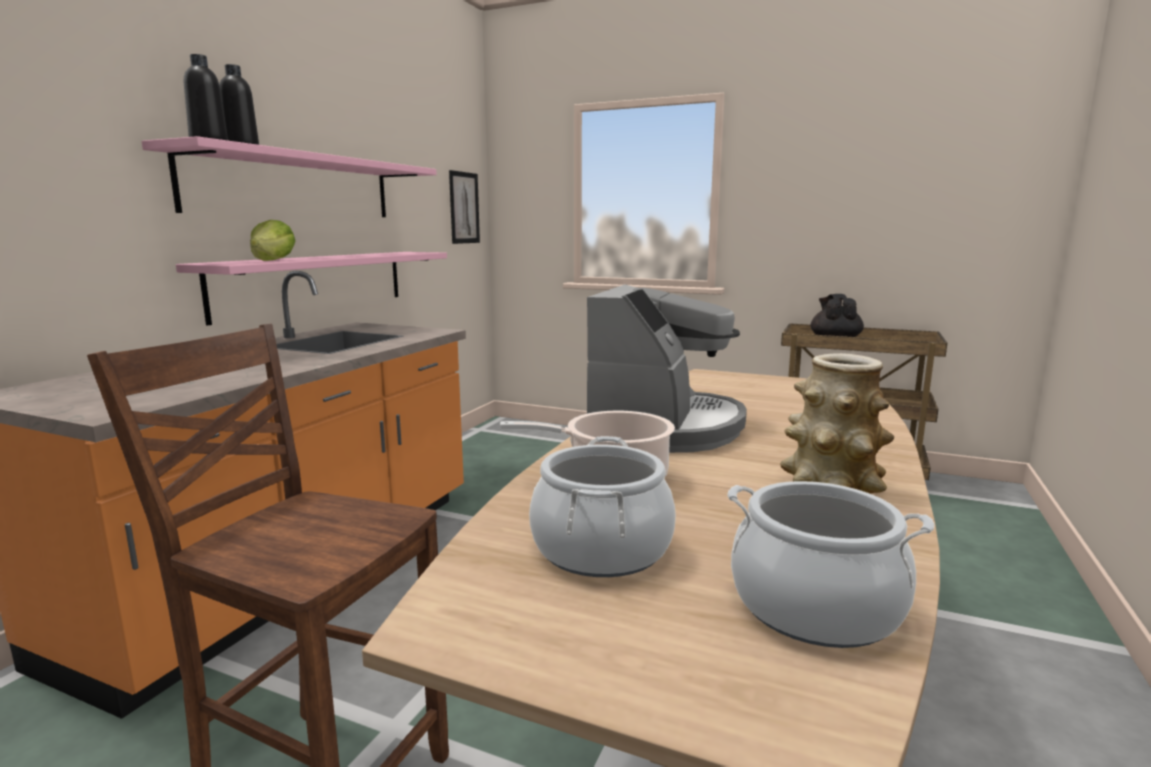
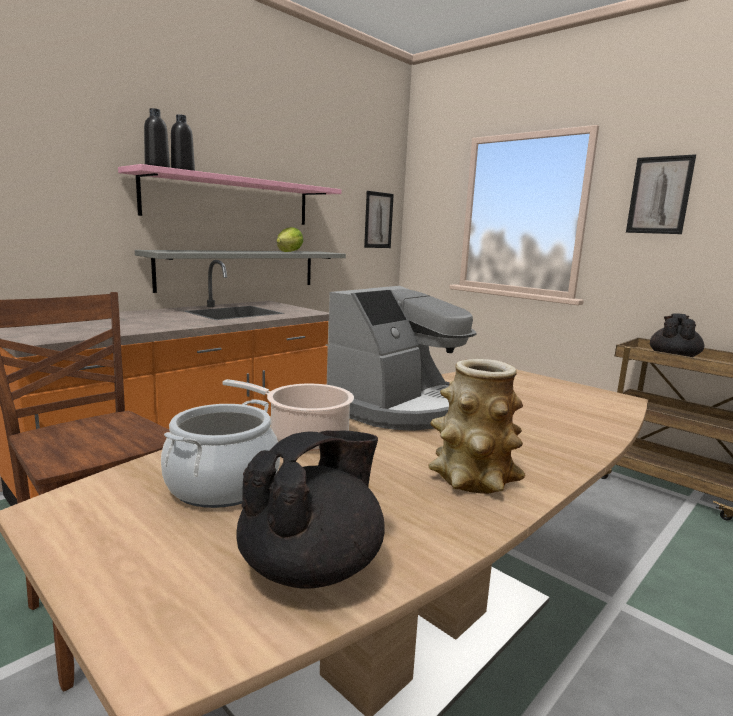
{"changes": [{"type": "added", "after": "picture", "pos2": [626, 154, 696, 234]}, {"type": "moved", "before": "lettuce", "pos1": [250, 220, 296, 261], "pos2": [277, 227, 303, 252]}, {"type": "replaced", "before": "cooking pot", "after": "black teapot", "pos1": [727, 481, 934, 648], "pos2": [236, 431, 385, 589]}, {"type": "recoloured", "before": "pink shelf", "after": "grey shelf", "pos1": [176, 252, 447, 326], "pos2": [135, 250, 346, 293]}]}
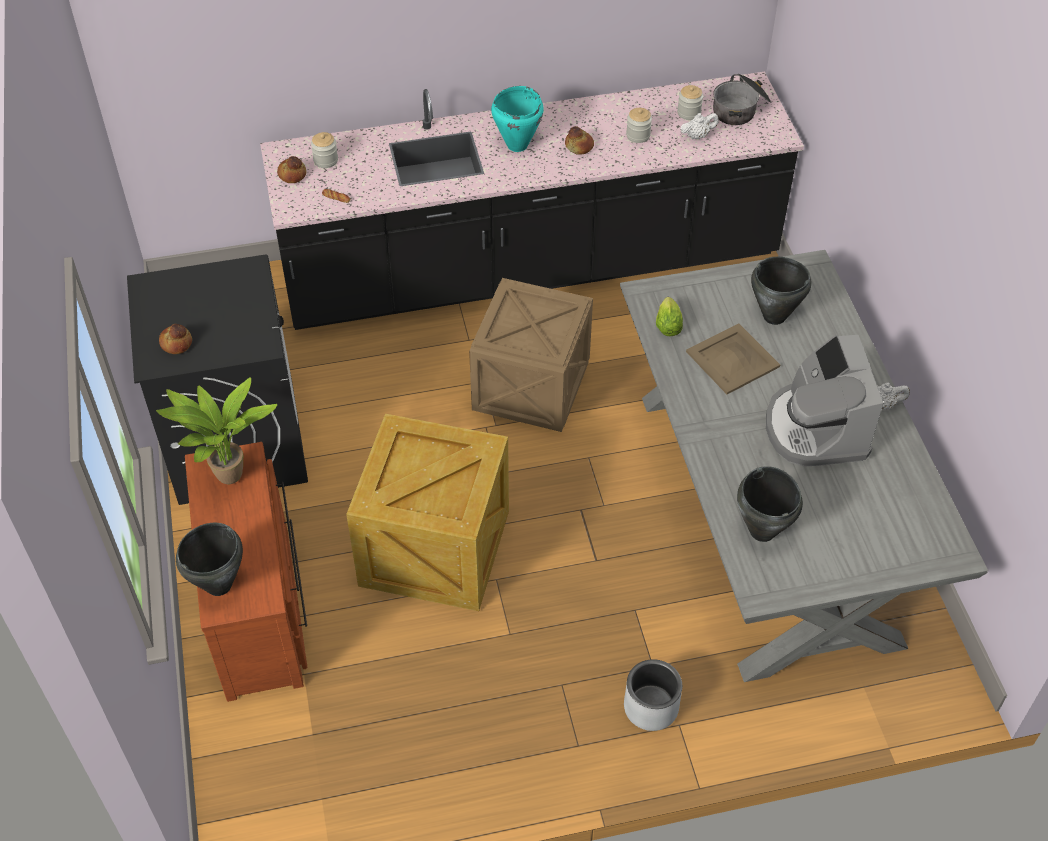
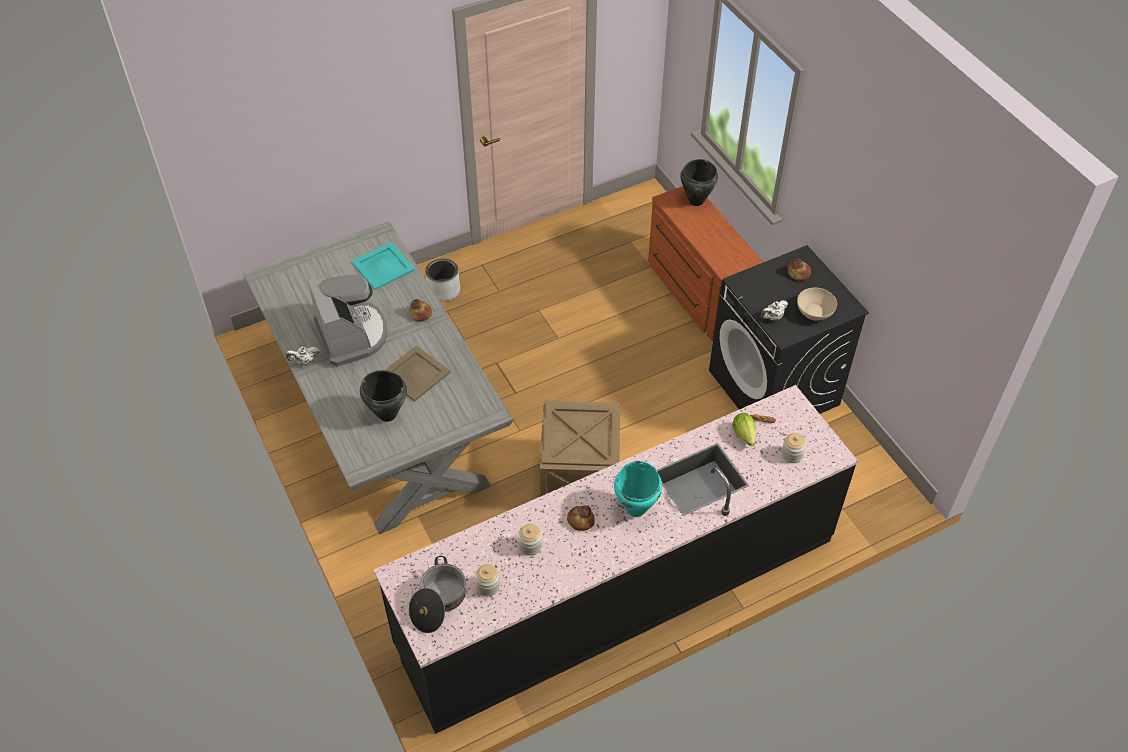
{"changes": [{"type": "removed", "before": "potted plant", "pos1": [156, 377, 277, 484]}, {"type": "removed", "before": "crate", "pos1": [346, 414, 509, 611]}, {"type": "added", "after": "beige bowl", "pos2": [797, 288, 837, 320]}, {"type": "moved", "before": "bread", "pos1": [277, 156, 306, 183], "pos2": [409, 299, 432, 322]}, {"type": "moved", "before": "lettuce", "pos1": [656, 297, 683, 336], "pos2": [732, 413, 756, 446]}, {"type": "moved", "before": "white teapot", "pos1": [680, 113, 719, 140], "pos2": [761, 301, 788, 321]}, {"type": "replaced", "before": "black cooking pot", "after": "turquoise tray", "pos1": [737, 466, 803, 542], "pos2": [351, 242, 415, 290]}]}
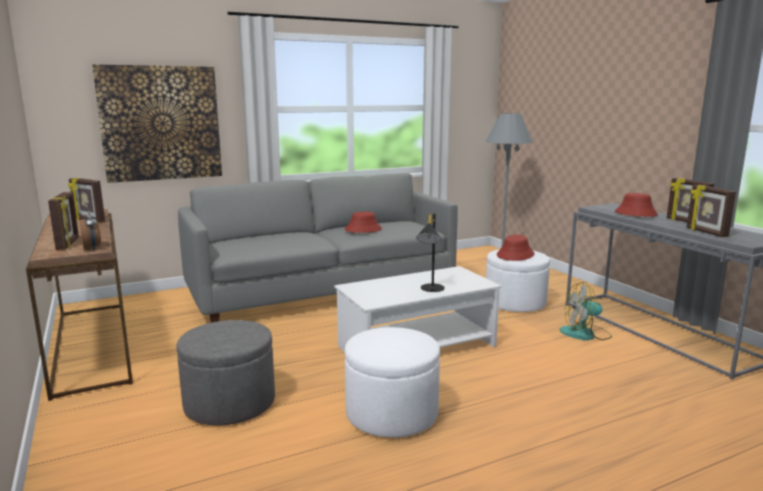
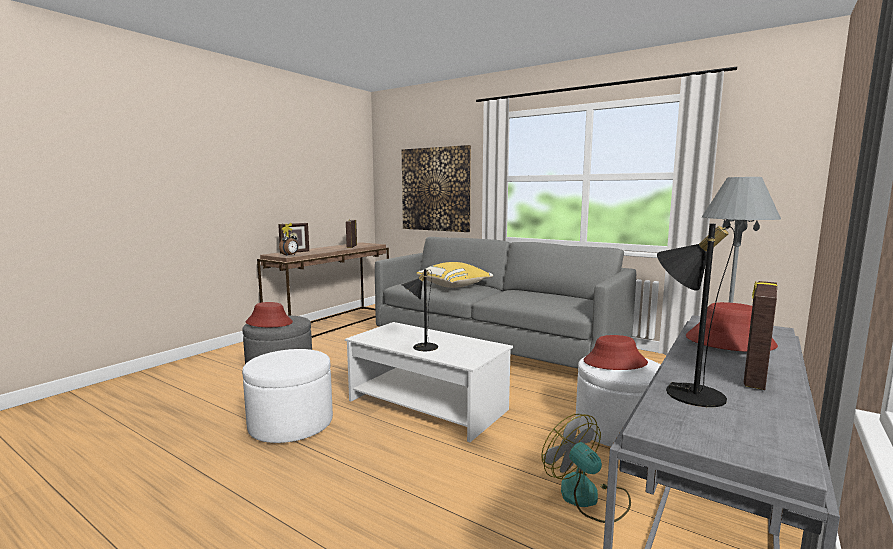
{"changes": [{"type": "added", "after": "yellow pillow", "pos2": [416, 262, 493, 288]}, {"type": "moved", "before": "red hat", "pos1": [344, 212, 382, 233], "pos2": [246, 302, 293, 327]}, {"type": "replaced", "before": "picture frame", "after": "black table lamp", "pos1": [687, 185, 736, 237], "pos2": [657, 223, 735, 407]}]}
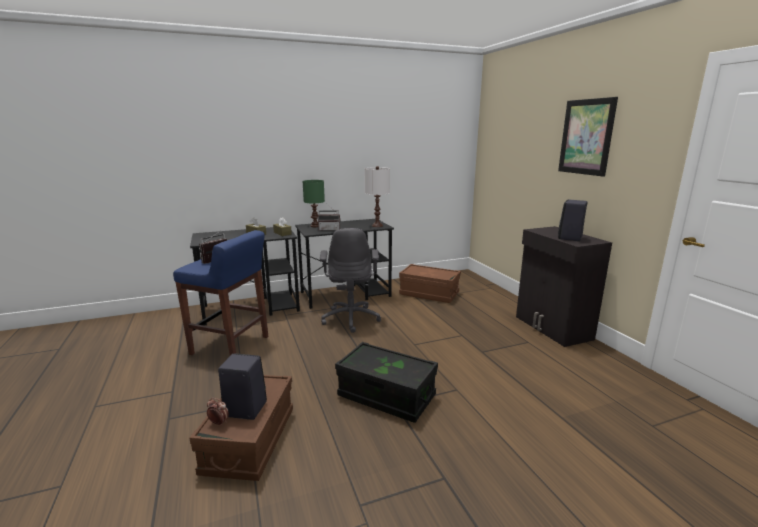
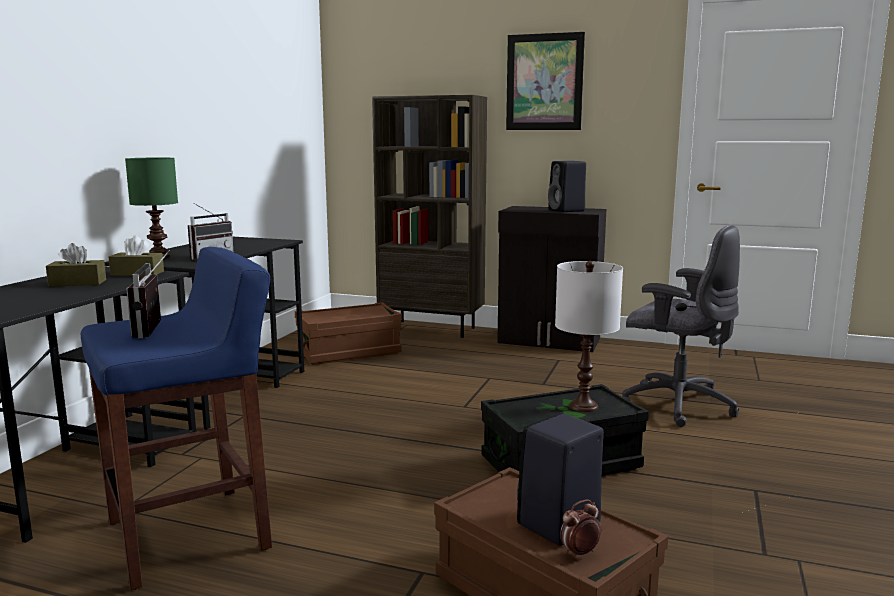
{"changes": [{"type": "added", "after": "brown bookcase", "pos2": [372, 95, 487, 338]}, {"type": "moved", "before": "grey office chair", "pos1": [320, 228, 381, 333], "pos2": [622, 225, 740, 427]}, {"type": "moved", "before": "white table lamp", "pos1": [365, 166, 390, 227], "pos2": [555, 261, 623, 412]}]}
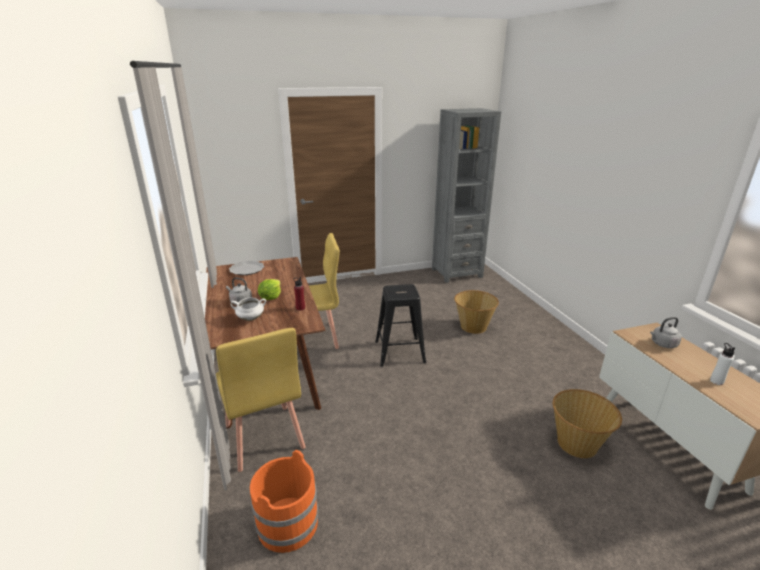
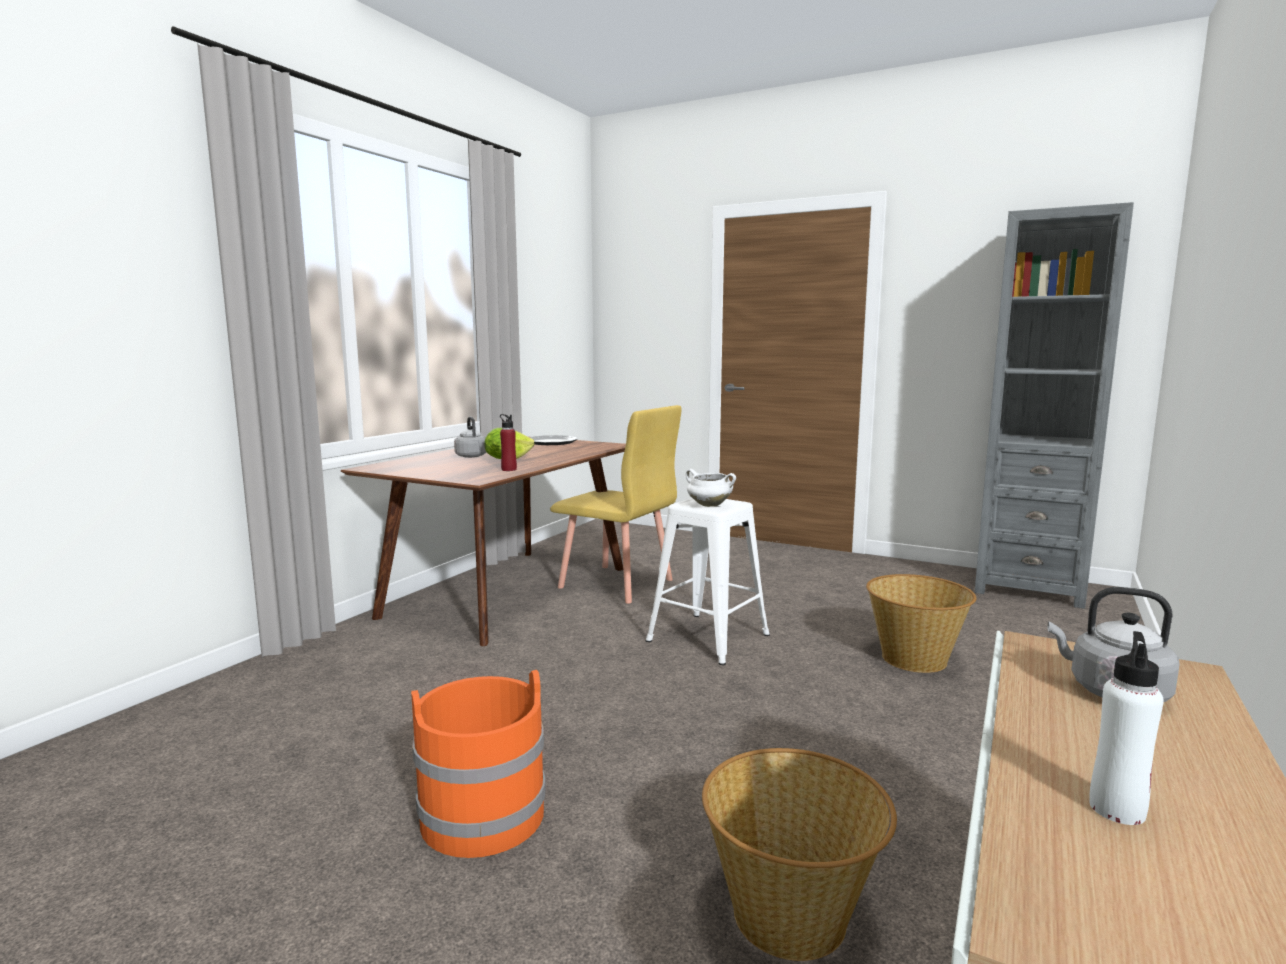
{"changes": [{"type": "removed", "before": "yellow chair", "pos1": [216, 328, 306, 472]}, {"type": "moved", "before": "white cooking pot", "pos1": [230, 297, 266, 321], "pos2": [686, 469, 736, 507]}, {"type": "moved", "before": "orange bucket", "pos1": [250, 450, 318, 553], "pos2": [411, 670, 546, 858]}, {"type": "recoloured", "before": "black stool", "after": "white stool", "pos1": [375, 284, 427, 367], "pos2": [646, 498, 770, 665]}]}
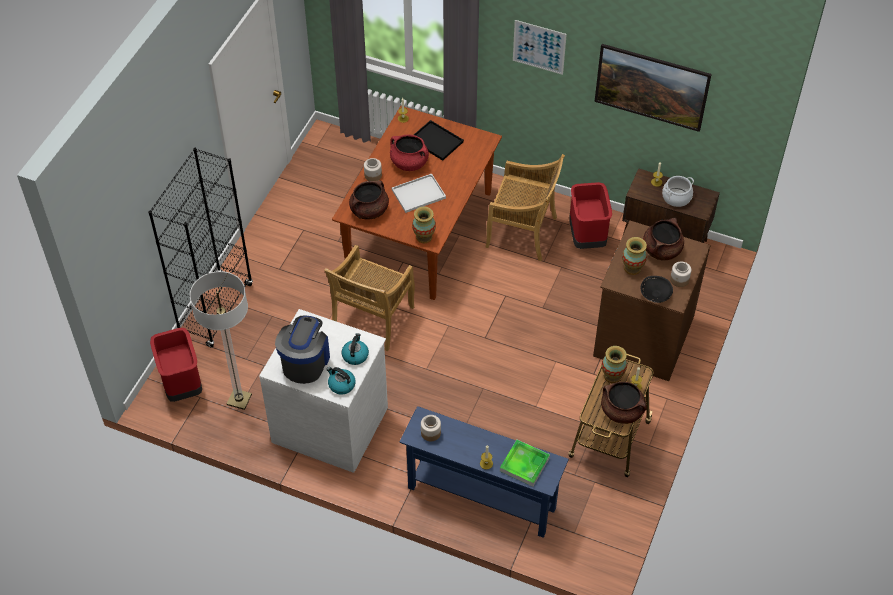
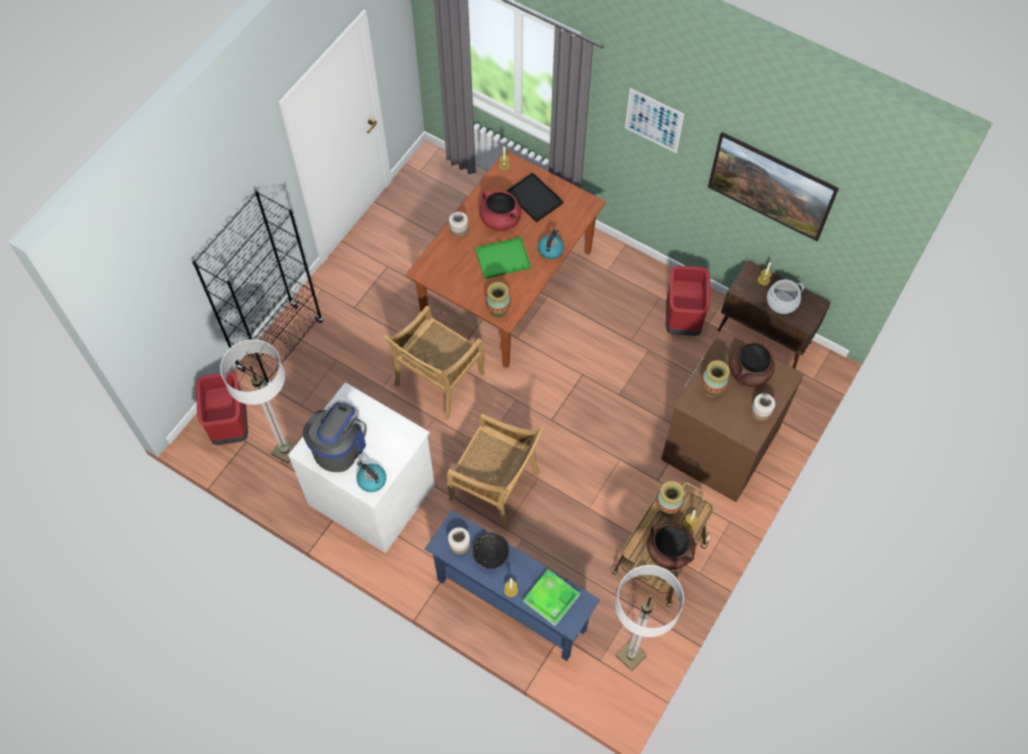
{"changes": [{"type": "removed", "before": "brown cooking pot", "pos1": [349, 180, 389, 219]}, {"type": "added", "after": "floor lamp", "pos2": [616, 565, 684, 671]}, {"type": "moved", "before": "kettle", "pos1": [341, 333, 369, 365], "pos2": [538, 229, 564, 259]}, {"type": "moved", "before": "beige chair", "pos1": [486, 154, 565, 261], "pos2": [447, 413, 544, 530]}, {"type": "moved", "before": "black bowl", "pos1": [641, 276, 673, 303], "pos2": [473, 533, 509, 569]}, {"type": "recoloured", "before": "white tray", "after": "green tray", "pos1": [392, 174, 446, 213], "pos2": [475, 237, 531, 279]}]}
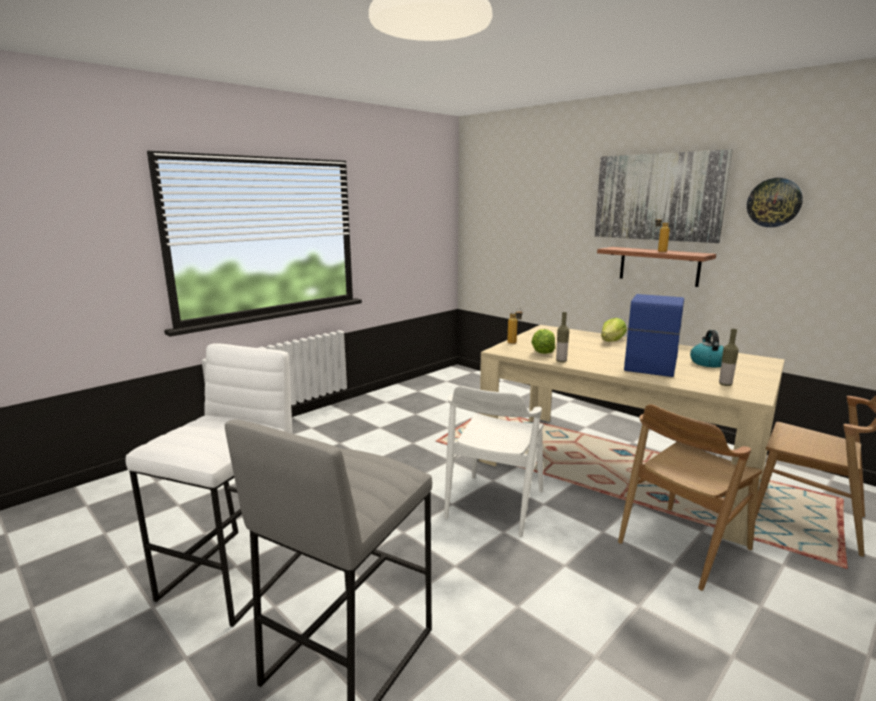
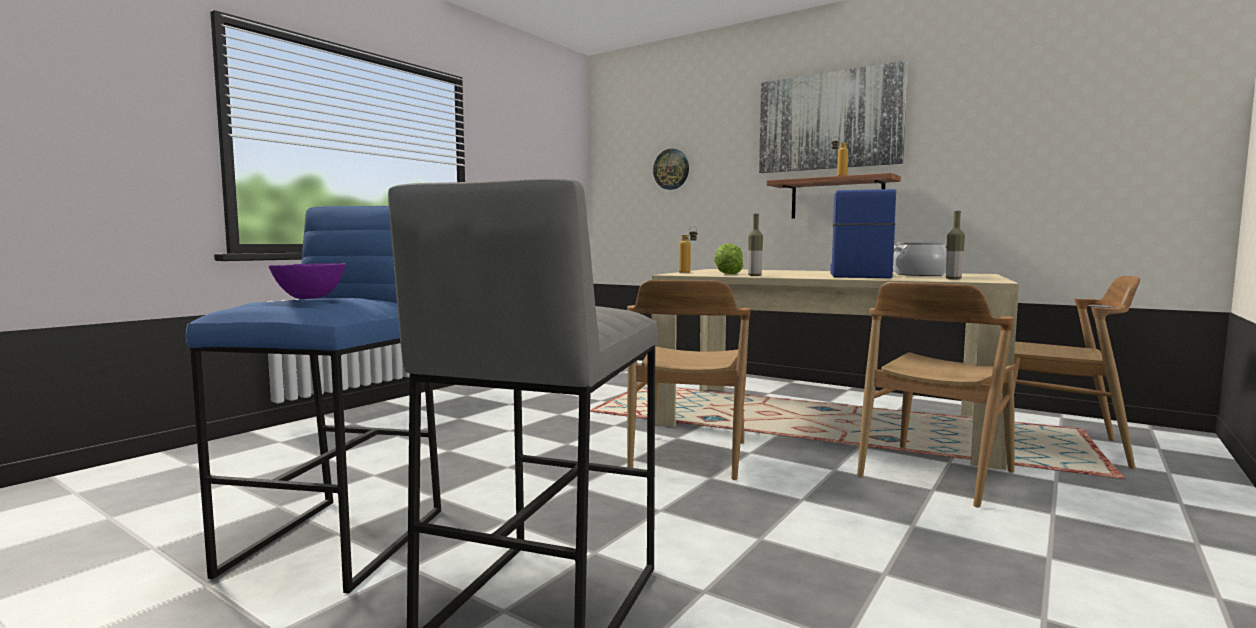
{"changes": [{"type": "removed", "before": "lettuce", "pos1": [601, 318, 627, 342]}, {"type": "added", "after": "purple bowl", "pos2": [269, 263, 346, 299]}, {"type": "moved", "before": "wall clock", "pos1": [747, 178, 803, 227], "pos2": [653, 149, 689, 190]}, {"type": "replaced", "before": "kettle", "after": "cooking pot", "pos1": [690, 330, 724, 367], "pos2": [893, 243, 947, 276]}, {"type": "recoloured", "before": "white stool", "after": "blue stool", "pos1": [126, 343, 301, 627], "pos2": [186, 206, 441, 594]}, {"type": "recoloured", "before": "white chair", "after": "brown chair", "pos1": [444, 386, 544, 537], "pos2": [627, 280, 750, 480]}]}
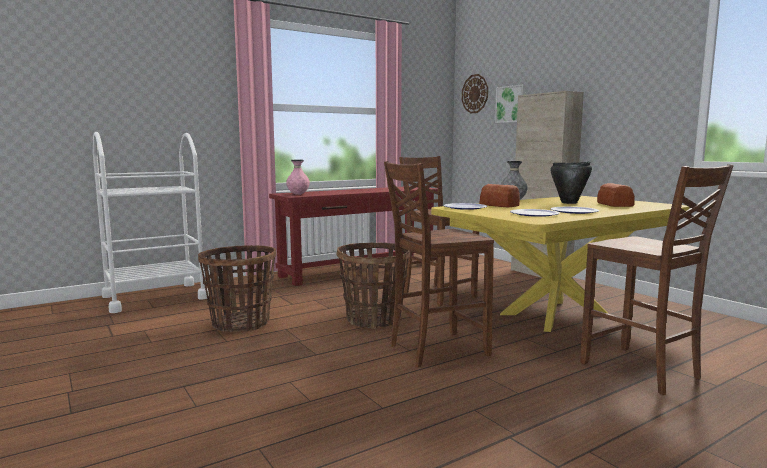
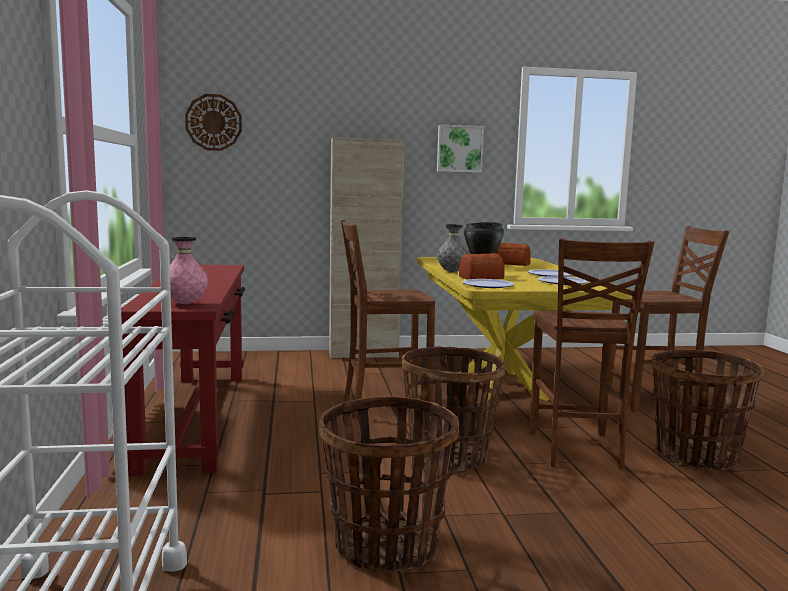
{"changes": [{"type": "added", "after": "basket", "pos2": [651, 350, 763, 471]}, {"type": "moved", "before": "picture", "pos1": [495, 84, 526, 123], "pos2": [437, 125, 484, 173]}]}
